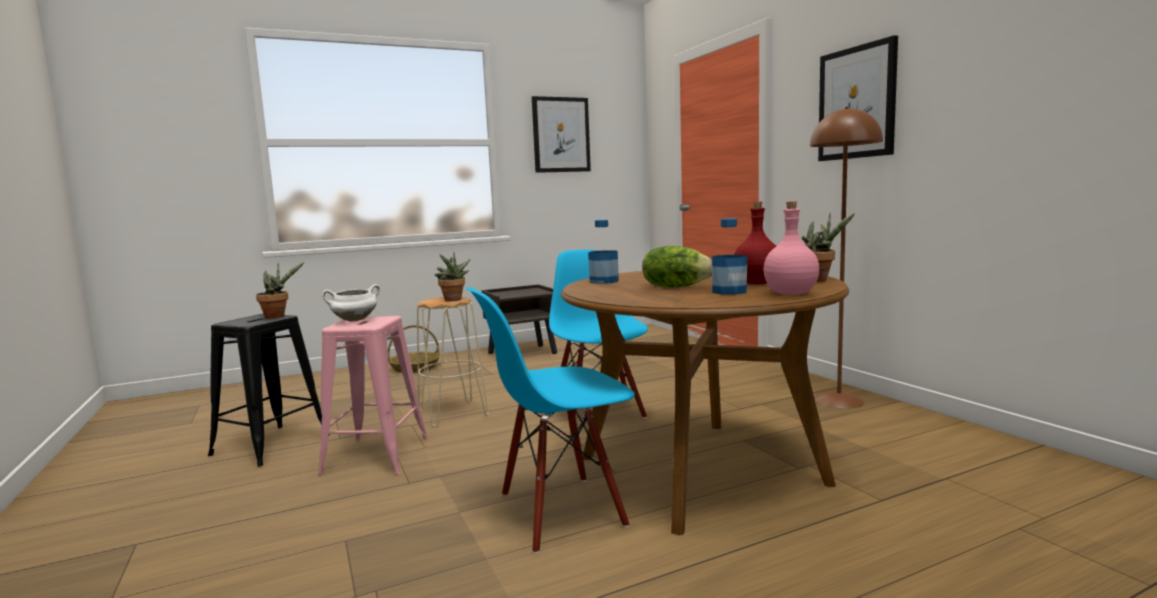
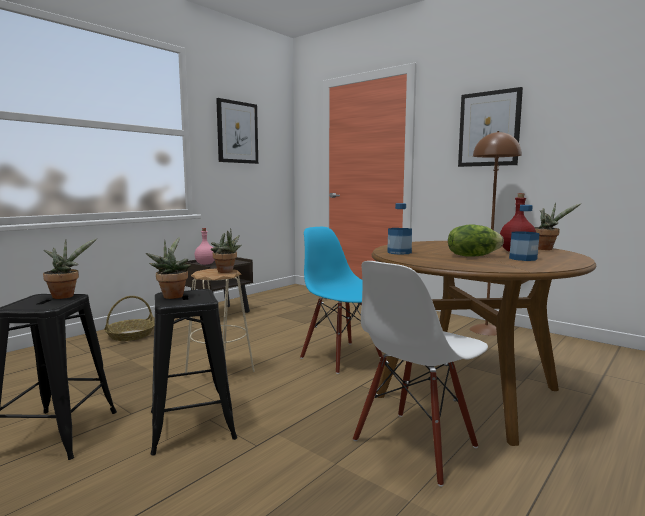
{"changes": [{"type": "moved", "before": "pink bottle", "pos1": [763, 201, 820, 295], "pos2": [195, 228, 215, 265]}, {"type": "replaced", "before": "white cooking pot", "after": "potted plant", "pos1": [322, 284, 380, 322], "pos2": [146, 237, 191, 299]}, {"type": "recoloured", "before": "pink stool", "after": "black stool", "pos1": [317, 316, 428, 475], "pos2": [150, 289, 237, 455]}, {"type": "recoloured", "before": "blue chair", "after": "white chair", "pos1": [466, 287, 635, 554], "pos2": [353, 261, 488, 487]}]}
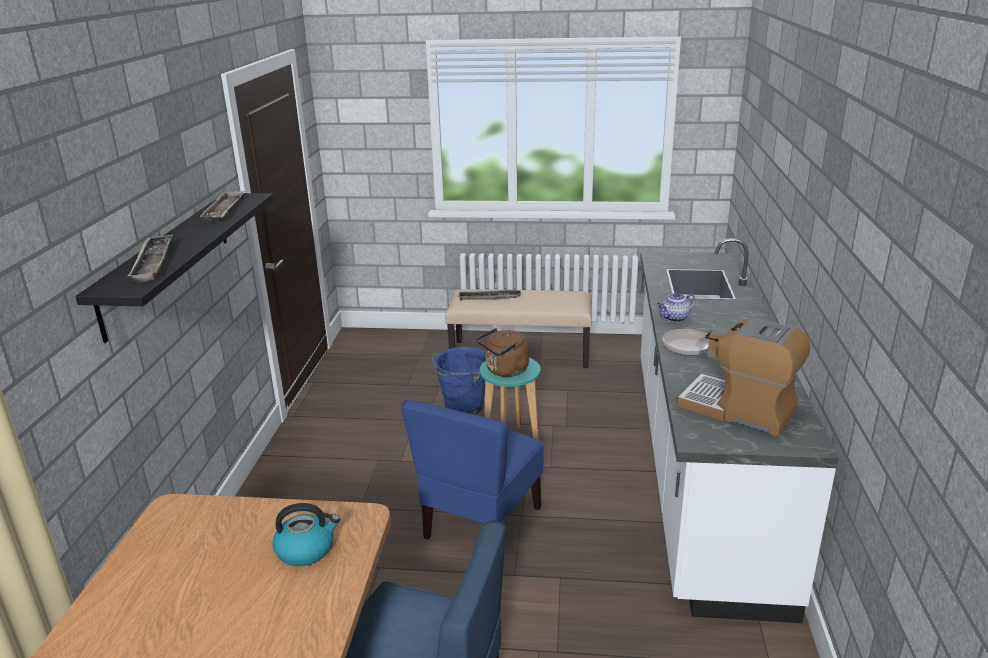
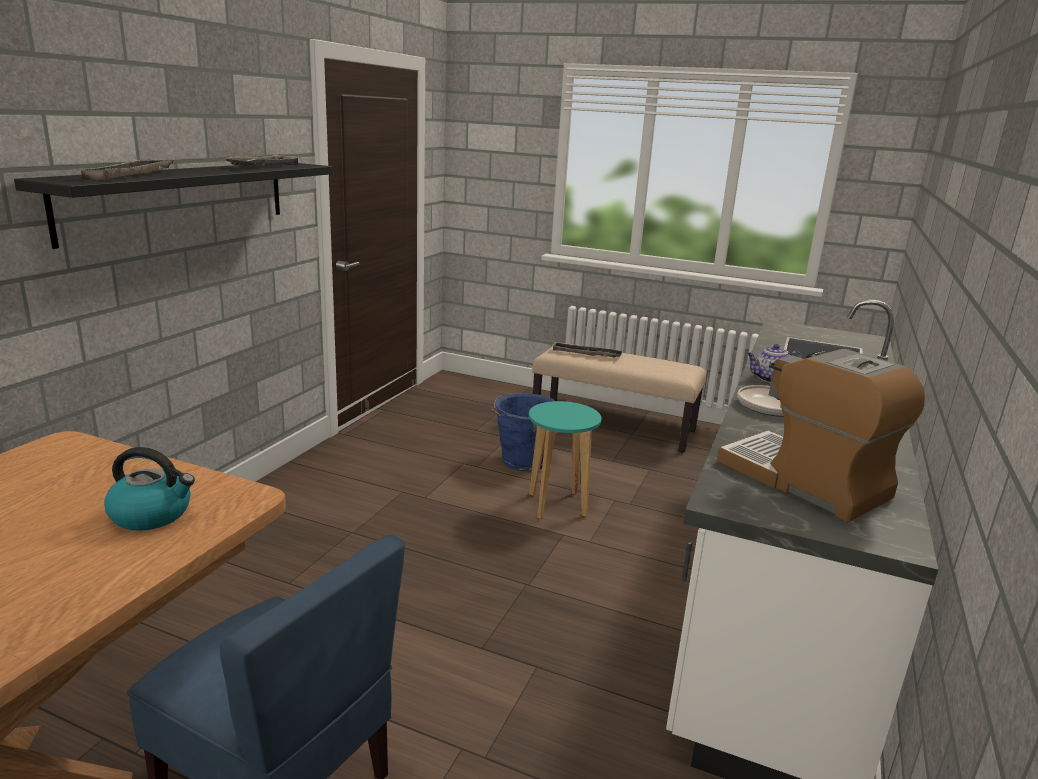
{"changes": [{"type": "removed", "before": "blue chair", "pos1": [401, 400, 544, 540]}, {"type": "removed", "before": "brown kettle", "pos1": [477, 328, 529, 377]}]}
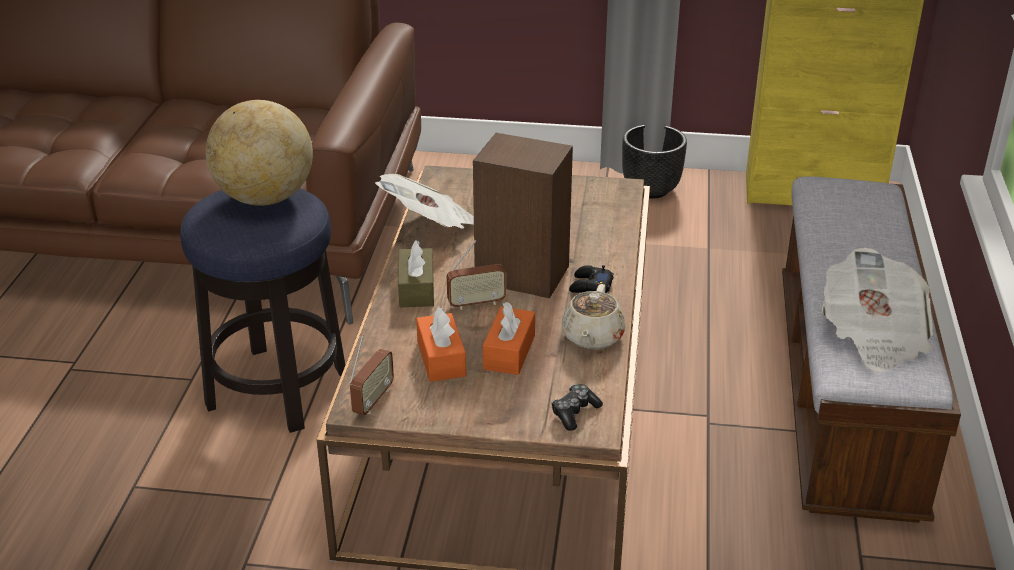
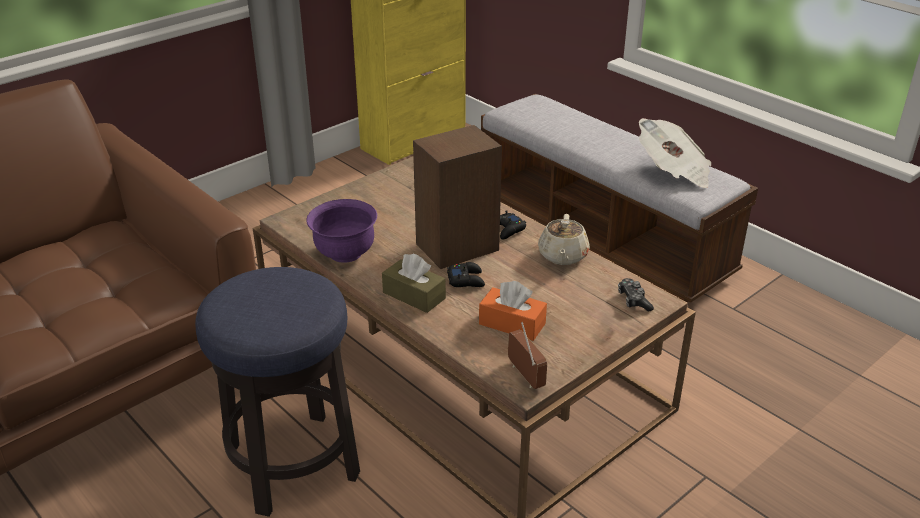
{"changes": [{"type": "removed", "before": "globe", "pos1": [206, 100, 313, 206]}, {"type": "removed", "before": "orange tissue box", "pos1": [483, 302, 535, 375]}, {"type": "removed", "before": "black planter", "pos1": [622, 125, 687, 198]}, {"type": "replaced", "before": "newspaper", "after": "purple bowl", "pos1": [375, 174, 474, 229], "pos2": [306, 199, 377, 263]}, {"type": "replaced", "before": "radio", "after": "black game controller", "pos1": [447, 240, 506, 310], "pos2": [447, 262, 485, 287]}, {"type": "turned", "before": "beige teapot", "pos1": [562, 284, 625, 349], "pos2": [538, 214, 590, 265], "turn": 45}]}
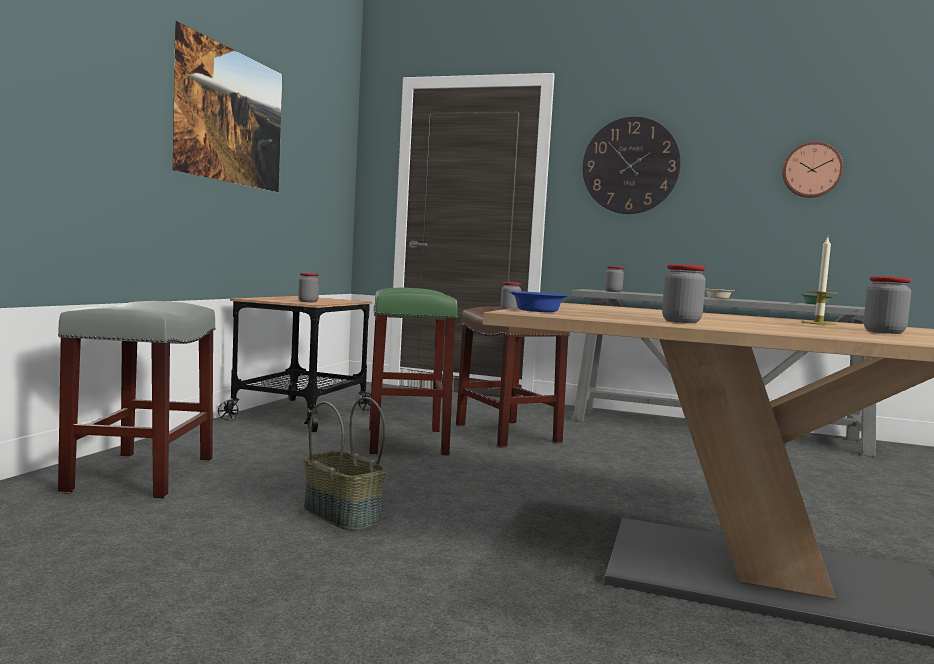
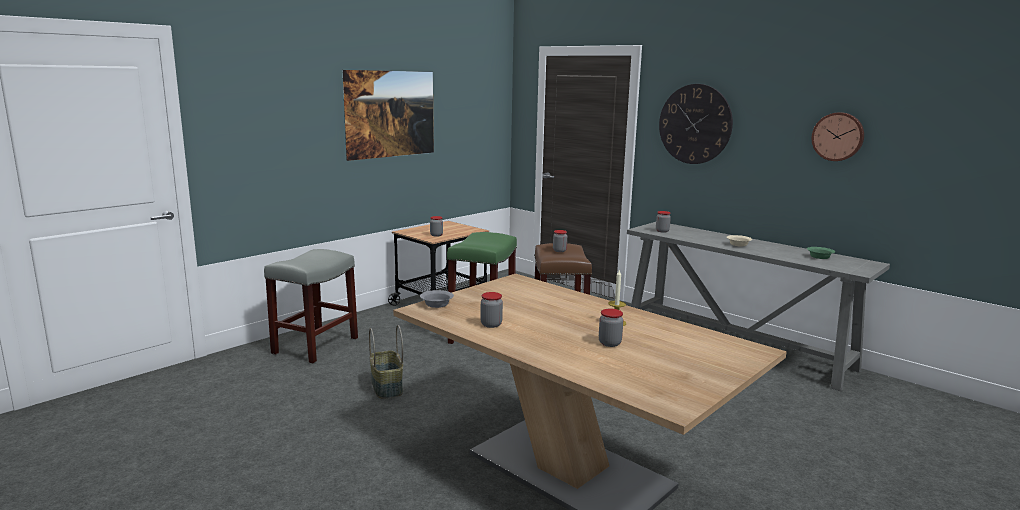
{"changes": [{"type": "recoloured", "before": "blue bowl", "after": "grey bowl", "pos1": [509, 291, 569, 312], "pos2": [420, 290, 454, 308]}]}
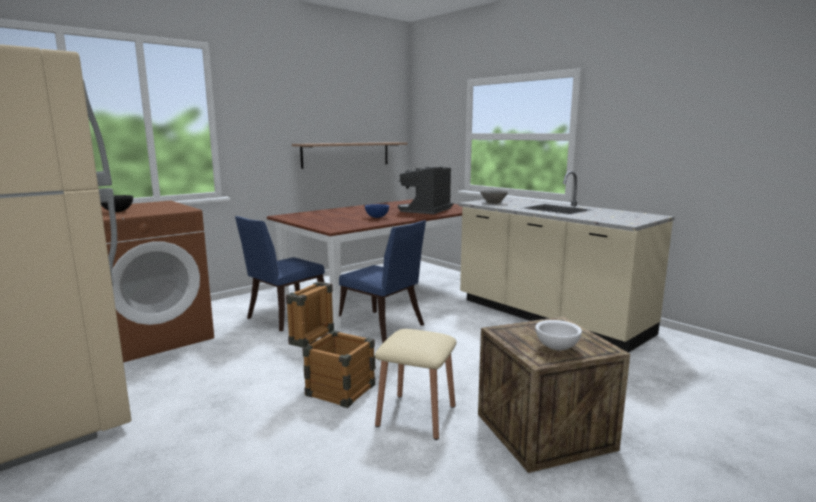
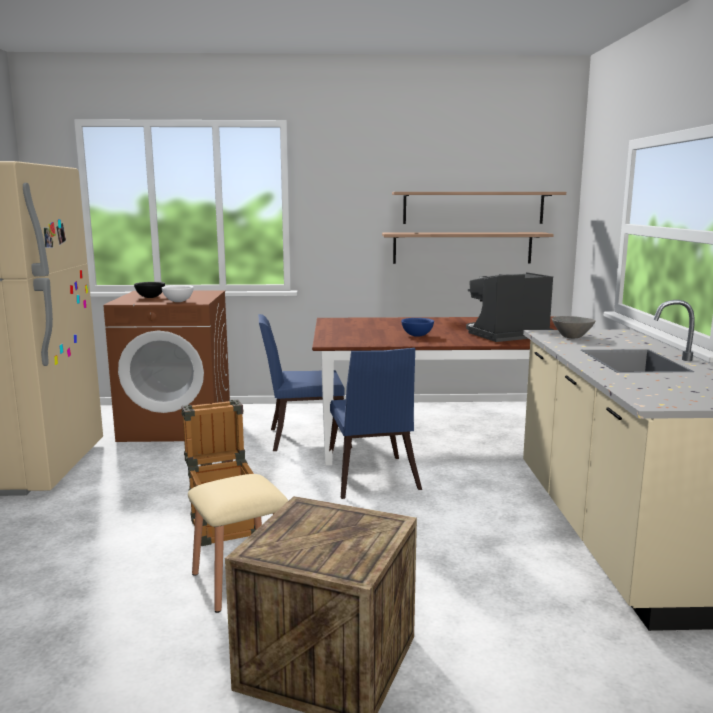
{"changes": [{"type": "added", "after": "shelf", "pos2": [392, 192, 566, 224]}, {"type": "moved", "before": "white bowl", "pos1": [535, 320, 582, 350], "pos2": [162, 285, 194, 302]}]}
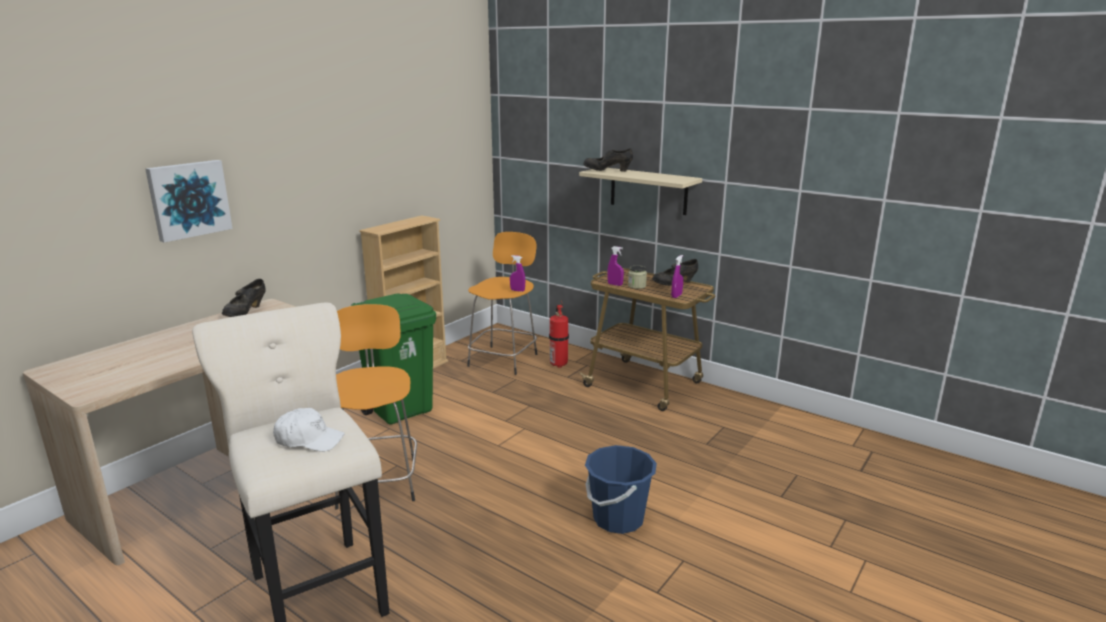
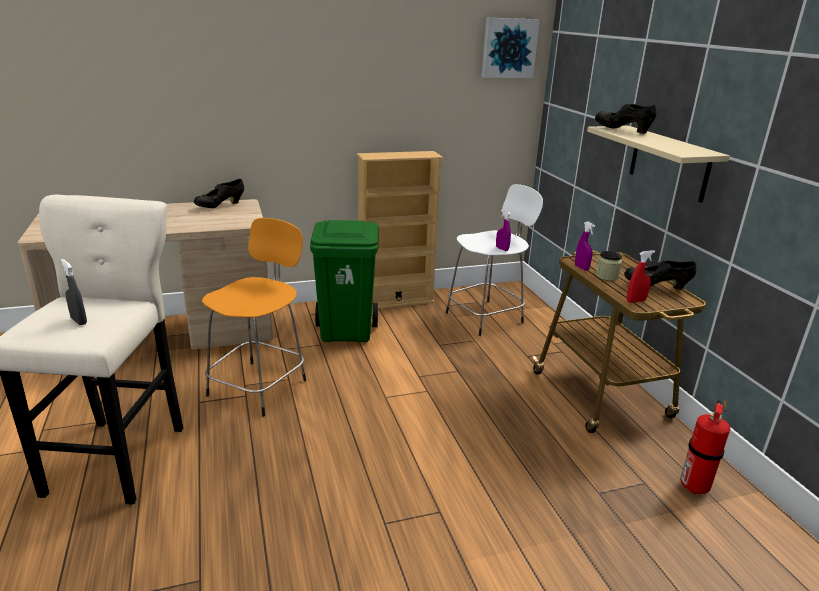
{"changes": [{"type": "removed", "before": "blue bucket", "pos1": [585, 445, 657, 534]}, {"type": "moved", "before": "picture", "pos1": [145, 160, 233, 243], "pos2": [481, 17, 540, 78]}, {"type": "moved", "before": "fire extinguisher", "pos1": [549, 300, 569, 368], "pos2": [680, 400, 730, 494]}, {"type": "replaced", "before": "white cap", "after": "grey spray bottle", "pos1": [273, 408, 345, 452], "pos2": [61, 259, 87, 325]}, {"type": "recoloured", "before": "orange stool", "after": "white stool", "pos1": [467, 232, 537, 375], "pos2": [446, 184, 543, 336]}, {"type": "recoloured", "before": "purple spray bottle", "after": "red spray bottle", "pos1": [671, 255, 683, 298], "pos2": [627, 250, 655, 303]}]}
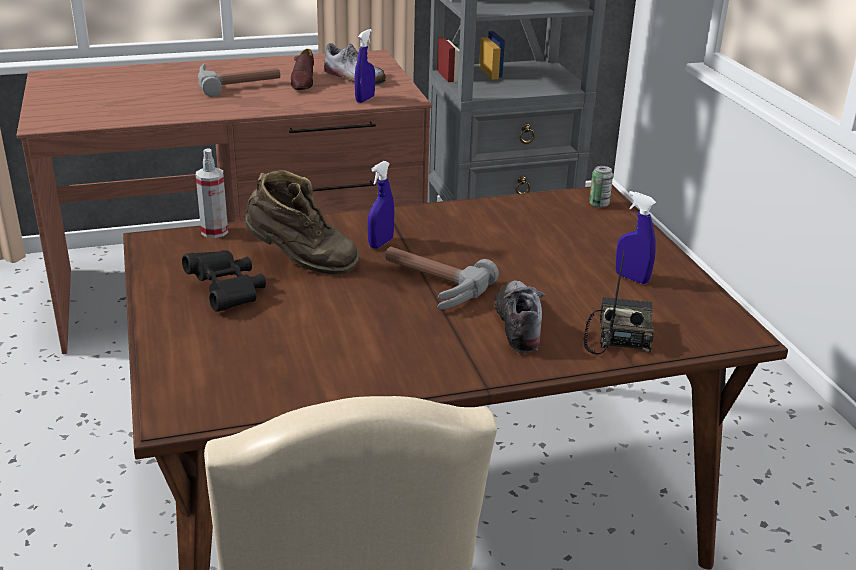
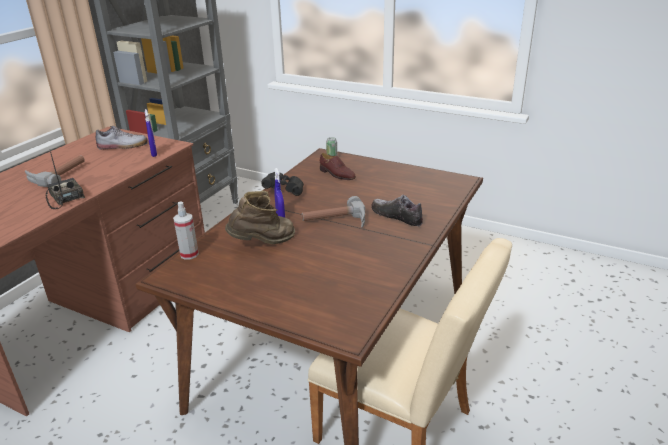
{"changes": [{"type": "removed", "before": "blue spray bottle", "pos1": [616, 191, 656, 284]}, {"type": "moved", "before": "black binoculars", "pos1": [182, 250, 266, 312], "pos2": [261, 172, 304, 196]}, {"type": "moved", "before": "brown shoe", "pos1": [291, 49, 314, 90], "pos2": [320, 153, 356, 180]}, {"type": "moved", "before": "radio", "pos1": [584, 251, 654, 355], "pos2": [46, 151, 85, 209]}]}
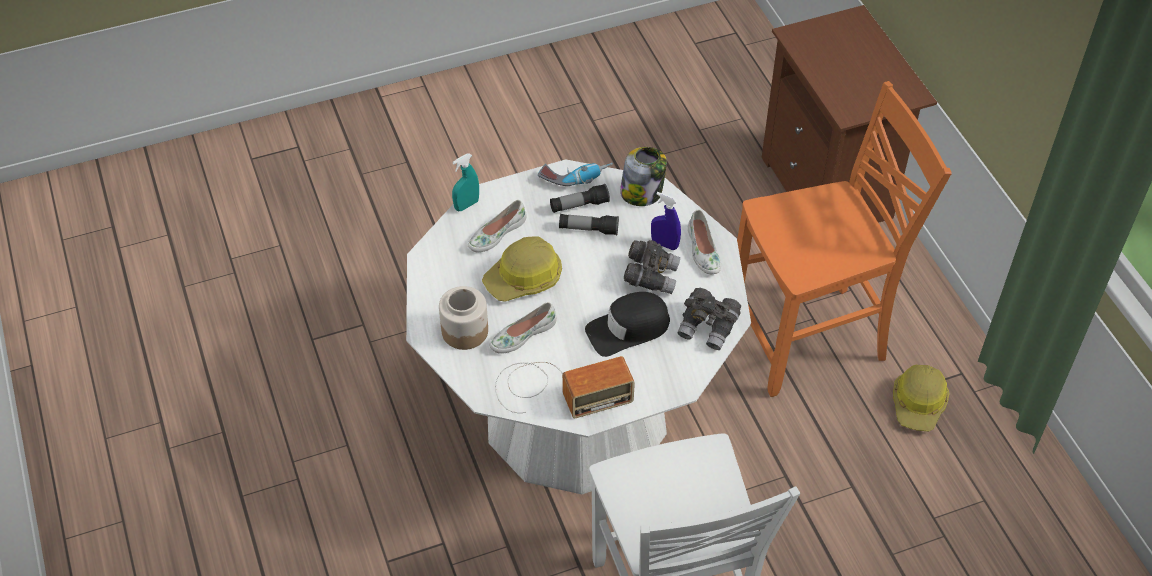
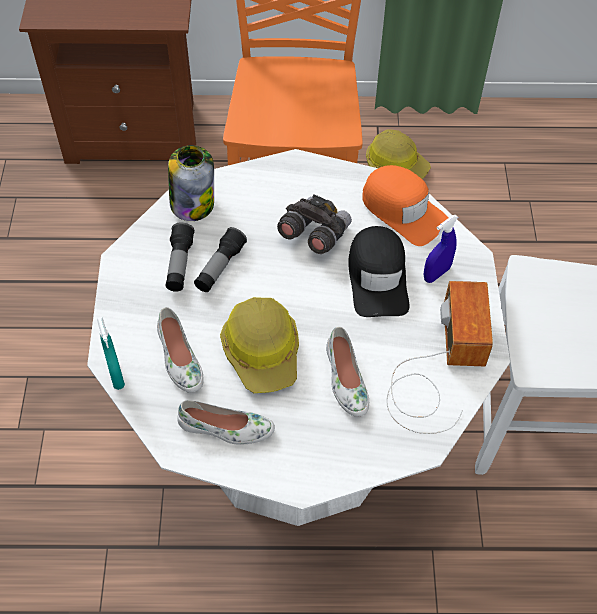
{"changes": [{"type": "removed", "before": "jar", "pos1": [439, 286, 488, 350]}, {"type": "removed", "before": "power drill", "pos1": [538, 163, 613, 186]}, {"type": "moved", "before": "blue spray bottle", "pos1": [651, 192, 681, 250], "pos2": [423, 215, 458, 283]}, {"type": "moved", "before": "white shoe", "pos1": [688, 210, 721, 275], "pos2": [177, 400, 275, 445]}, {"type": "replaced", "before": "grey binoculars", "after": "orange cap", "pos1": [677, 288, 741, 350], "pos2": [362, 165, 448, 246]}]}
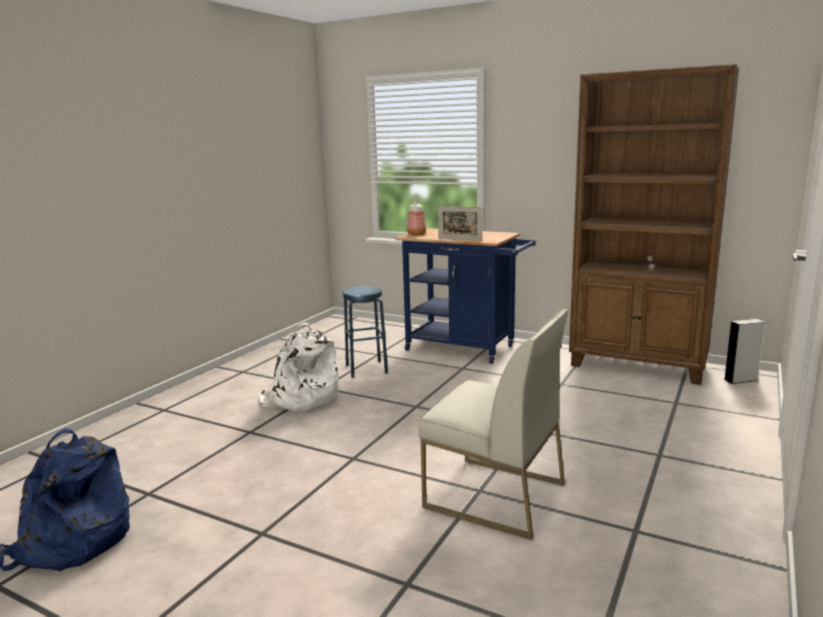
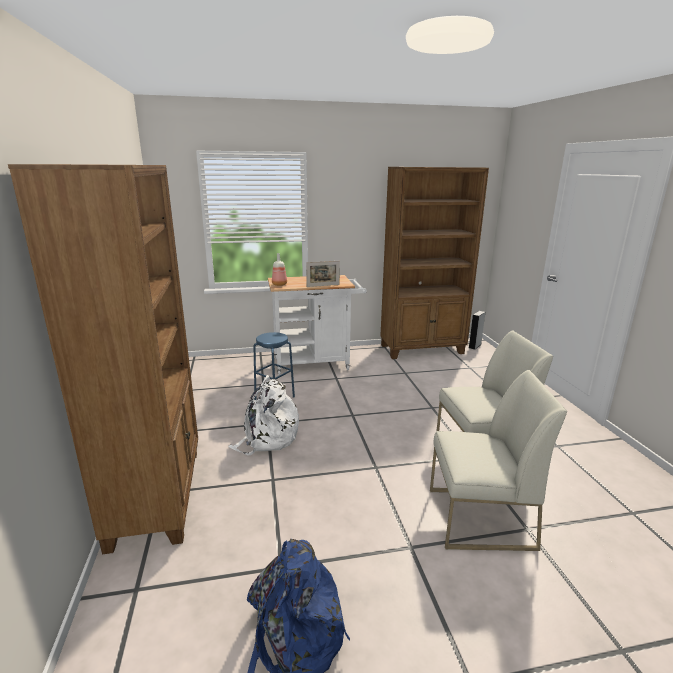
{"changes": [{"type": "added", "after": "brown bookcase", "pos2": [8, 164, 198, 554]}, {"type": "added", "after": "white chair", "pos2": [430, 370, 567, 551]}, {"type": "recoloured", "before": "blue cart", "after": "white cart", "pos1": [396, 228, 536, 364], "pos2": [268, 275, 367, 375]}]}
